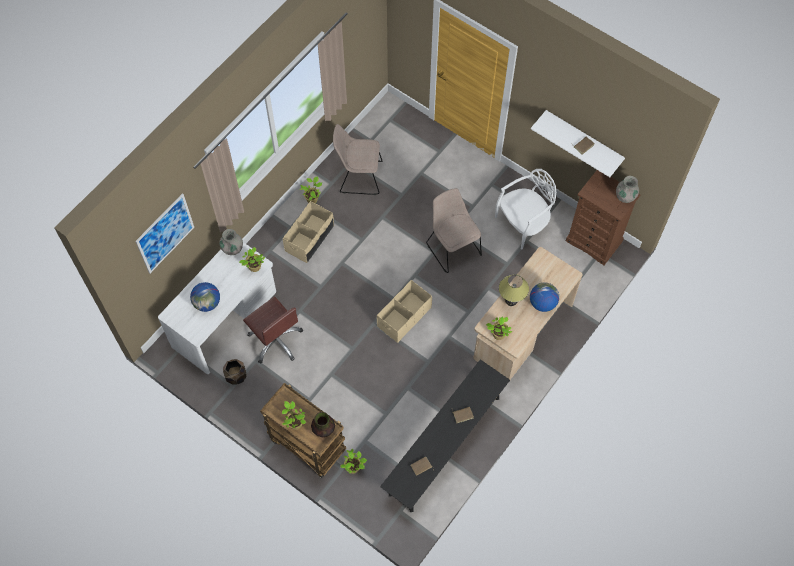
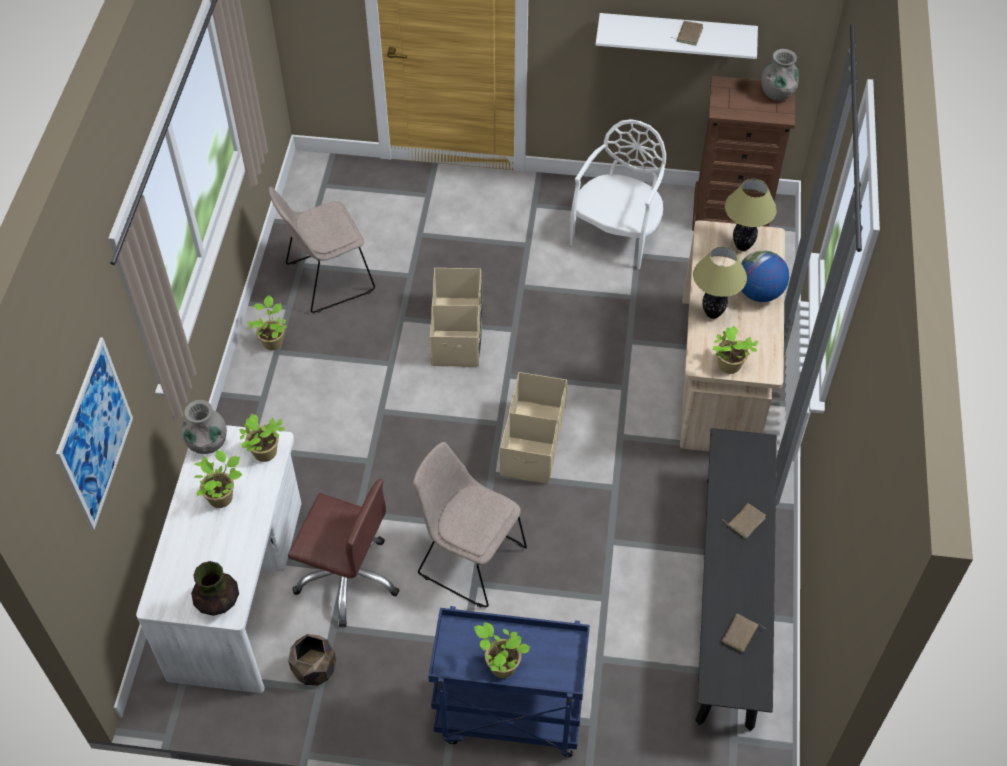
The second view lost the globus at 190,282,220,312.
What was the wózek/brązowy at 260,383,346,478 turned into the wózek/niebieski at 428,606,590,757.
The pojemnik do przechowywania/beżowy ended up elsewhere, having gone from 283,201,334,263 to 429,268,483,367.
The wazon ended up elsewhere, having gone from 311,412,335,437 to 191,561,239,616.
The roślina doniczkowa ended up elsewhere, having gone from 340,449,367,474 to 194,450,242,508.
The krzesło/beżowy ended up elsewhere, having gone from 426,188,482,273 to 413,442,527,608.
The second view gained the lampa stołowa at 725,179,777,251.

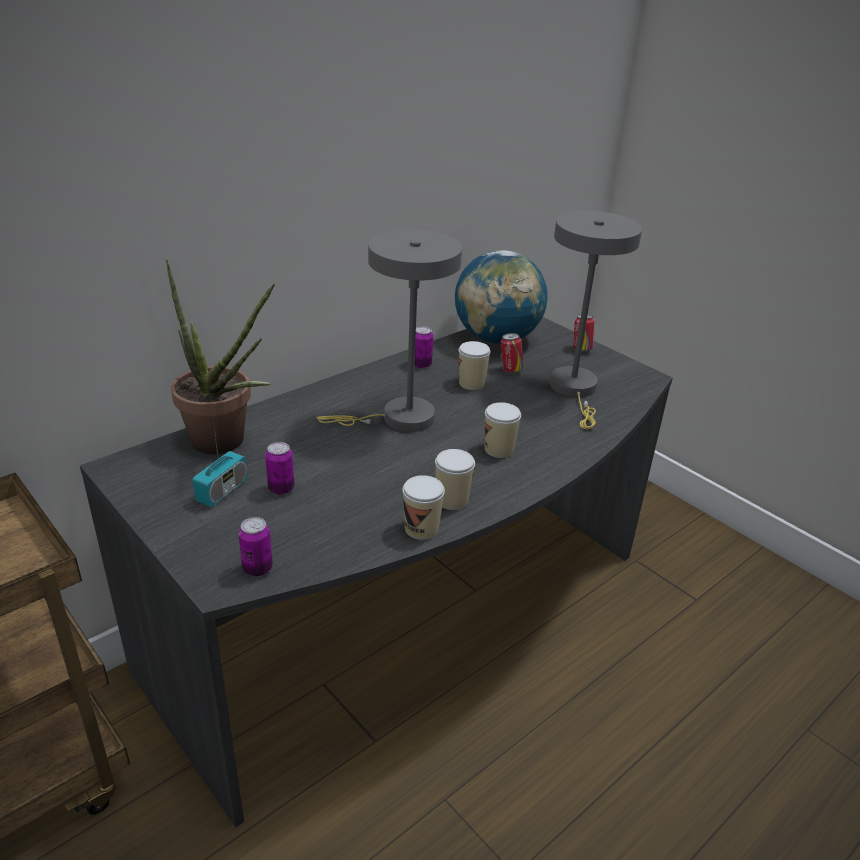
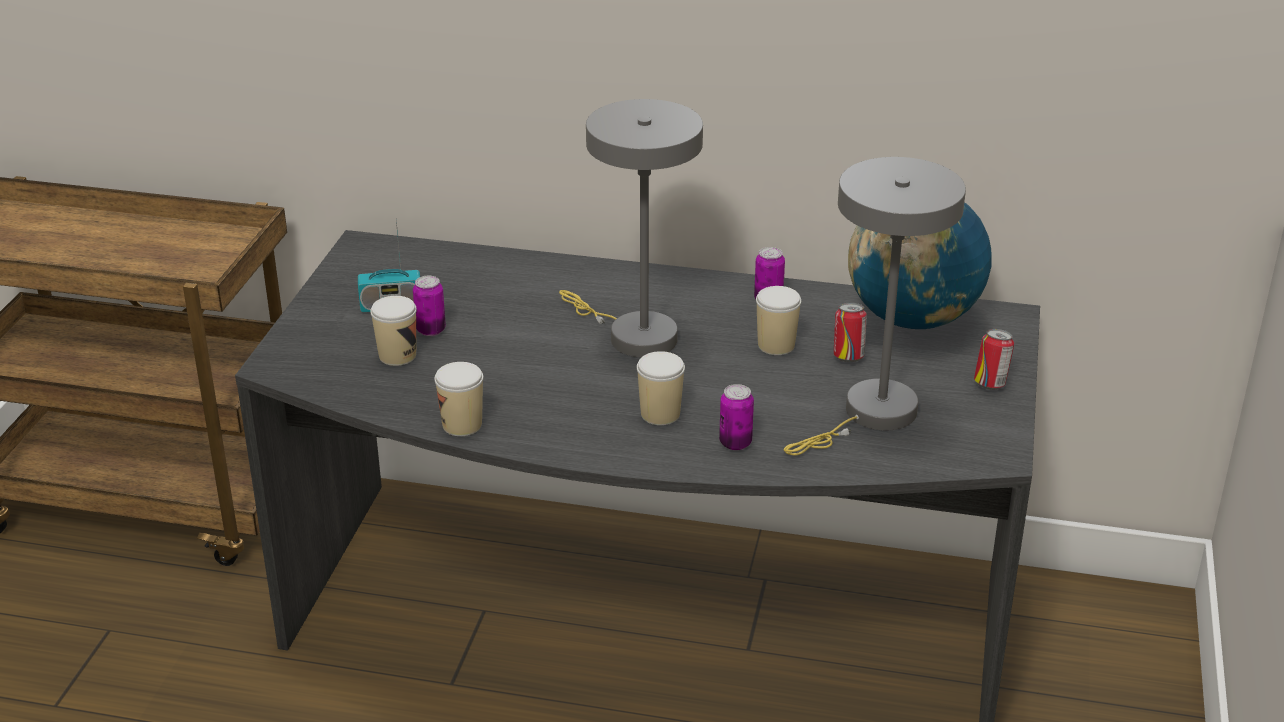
The second view lost the roślina doniczkowa at 166,260,275,454.
The puszka ended up elsewhere, having gone from 238,517,273,576 to 719,384,754,450.
The filiżanka ended up elsewhere, having gone from 435,449,475,510 to 370,296,417,366.

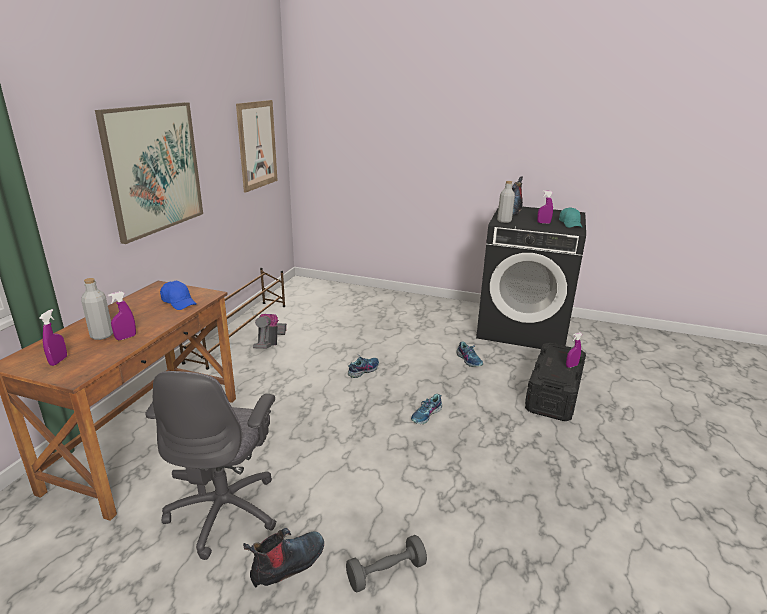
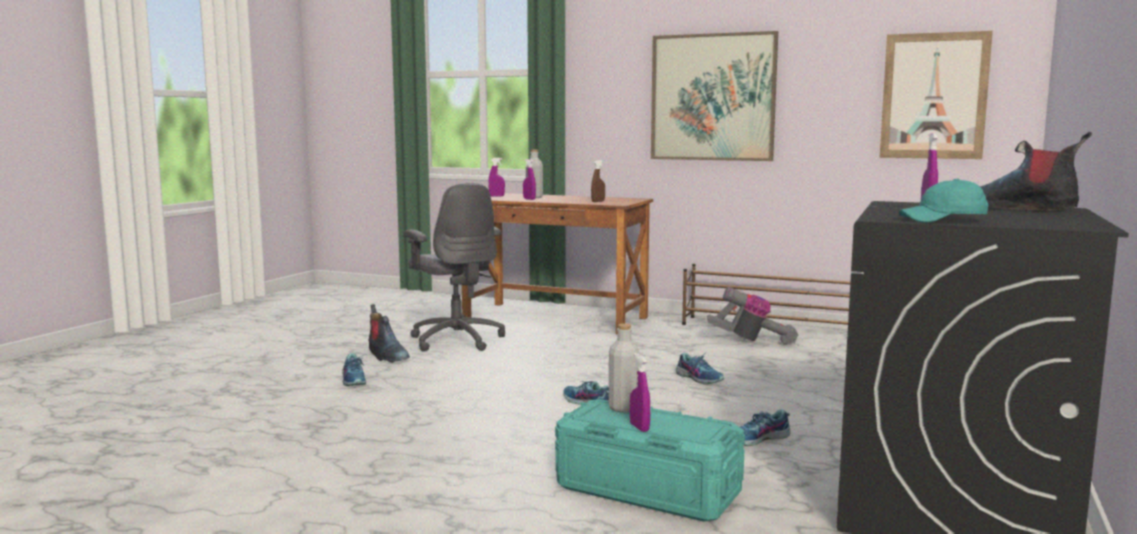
The krzesło biurowe/szary at 145,371,276,560 ended up facing another way, 135 degrees counterclockwise from before.
Where the czapka z daszkiem/niebieski stood at 160,281,197,310, the spryskiwacz/brązowy came to stand at 591,160,605,202.
Where the hantel/szary stood at 346,535,427,593, the but came to stand at 342,353,366,386.
The butelka/szary ended up elsewhere, having gone from 497,181,515,223 to 609,323,640,412.
What was the pojemnik do przechowywania/czarny at 525,343,586,421 turned into the pojemnik do przechowywania/turkusowy at 555,399,745,522.

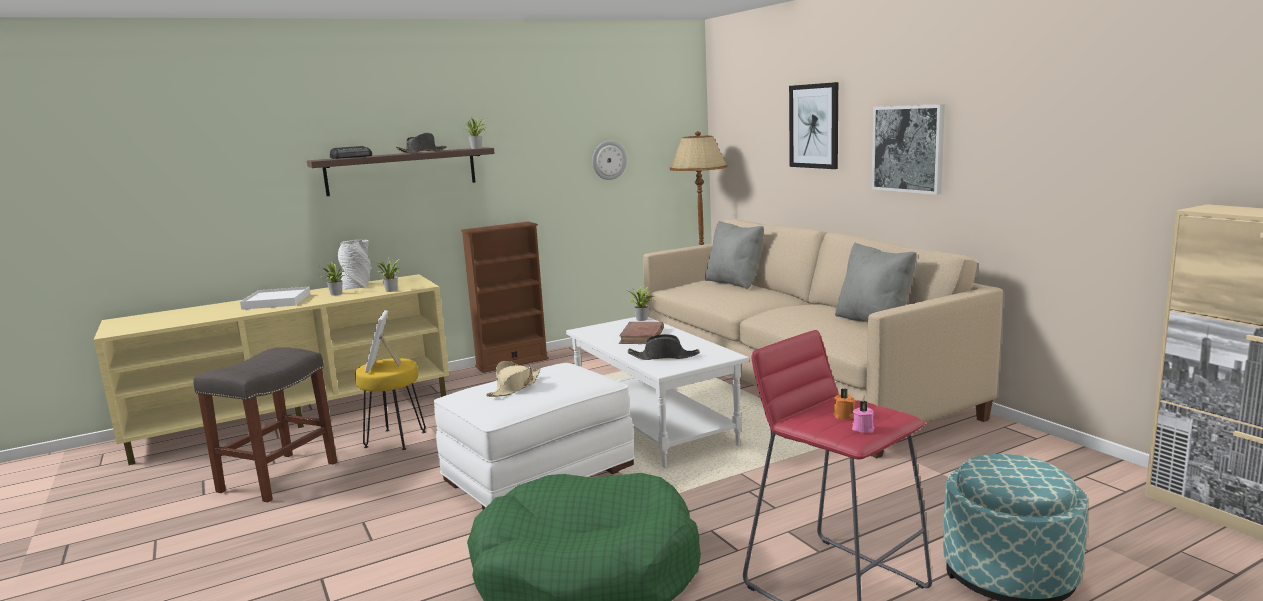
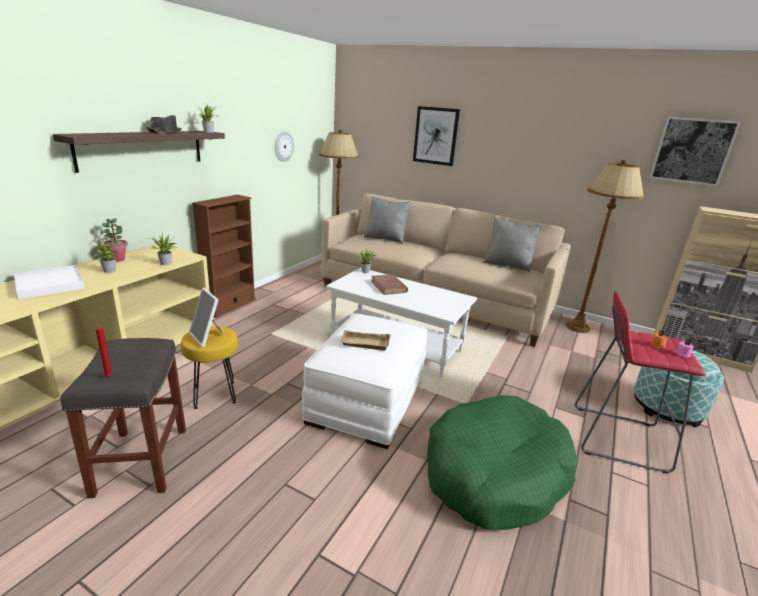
The second view lost the radio at 330,146,372,159.
Where the wazon/szary stood at 338,240,371,289, the roślina doniczkowa came to stand at 102,218,128,262.
Where the kapelusz/beżowy stood at 486,361,541,397, the taca/beżowy came to stand at 340,330,391,351.
The second view lost the kapelusz/czarny at 628,334,700,360.
The obraz ended up elsewhere, having gone from 872,104,945,195 to 649,116,741,186.
The second view gained the świeca/czerwony at 94,322,113,377.
The second view gained the lampa stojąca/brązowy at 566,160,645,333.

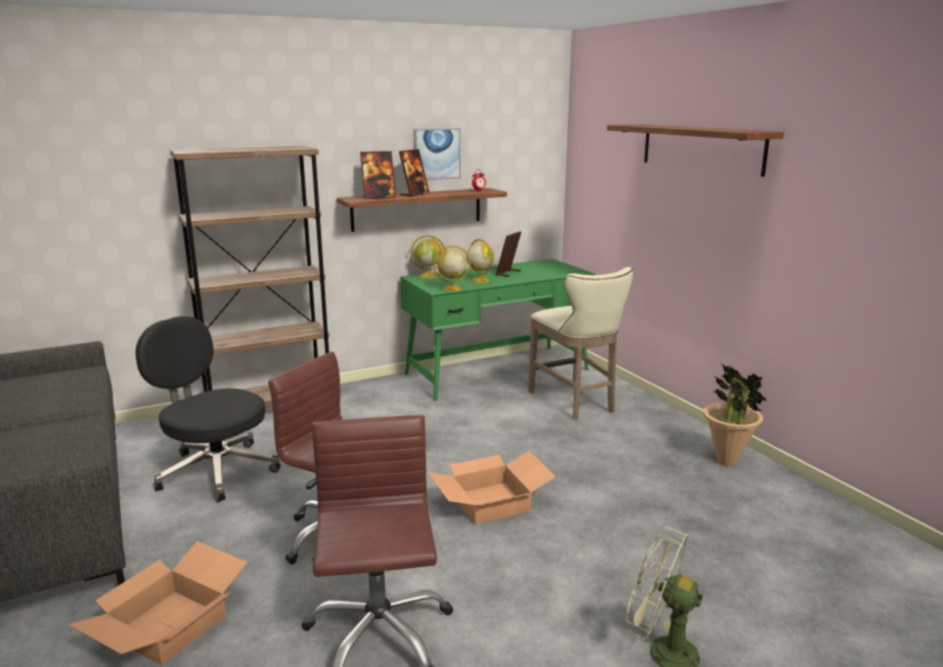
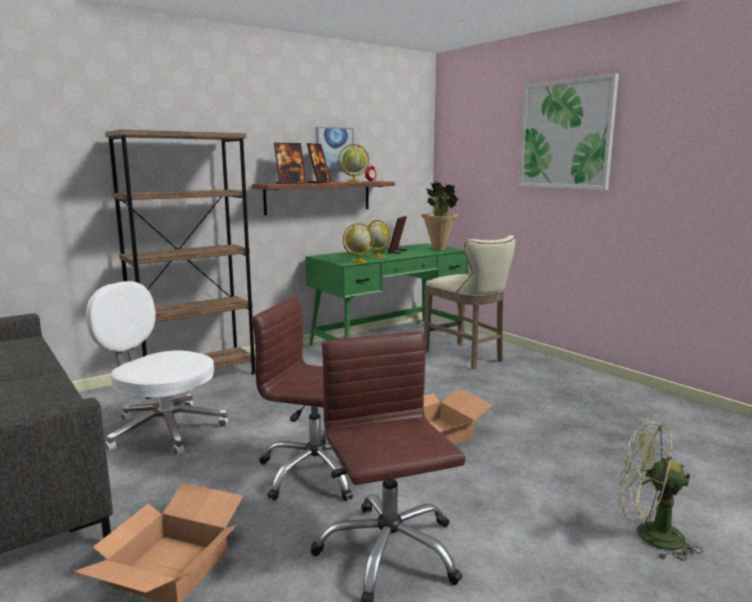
What was the krzesło biurowe/czarny at 135,316,281,502 turned into the krzesło biurowe/biały at 86,281,228,456.
The globus ended up elsewhere, having gone from 411,235,445,278 to 338,144,369,182.
Where the półka hung at 607,124,784,177, the obraz came to hang at 519,73,619,190.
The roślina doniczkowa ended up elsewhere, having gone from 703,364,767,467 to 421,181,458,250.

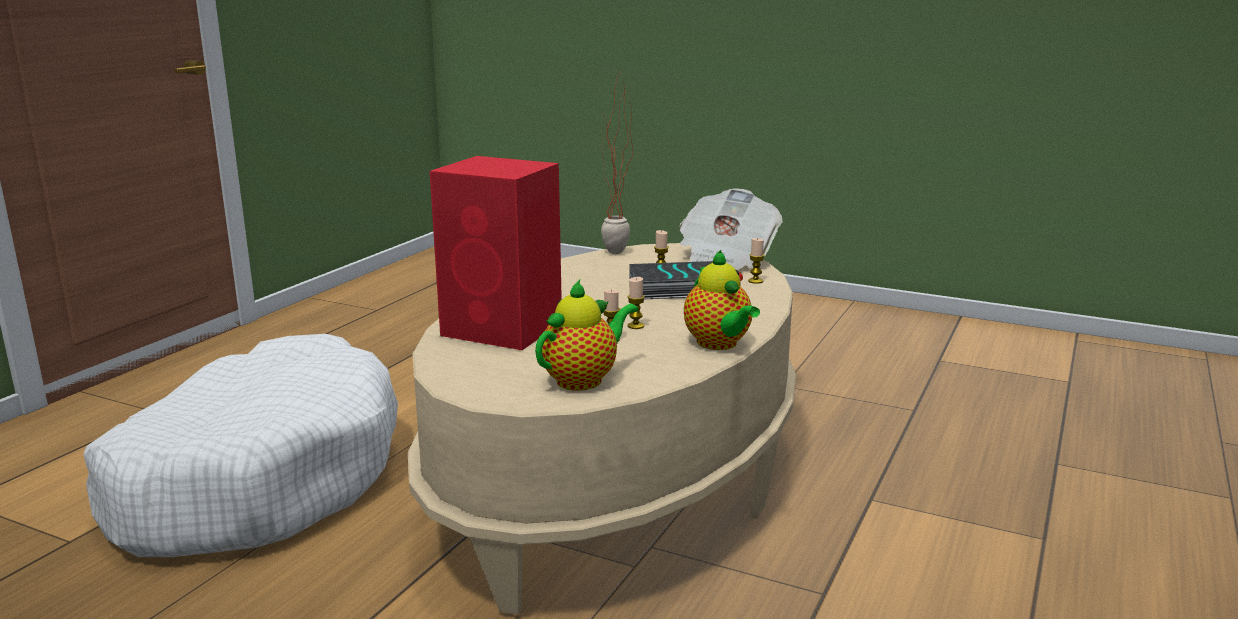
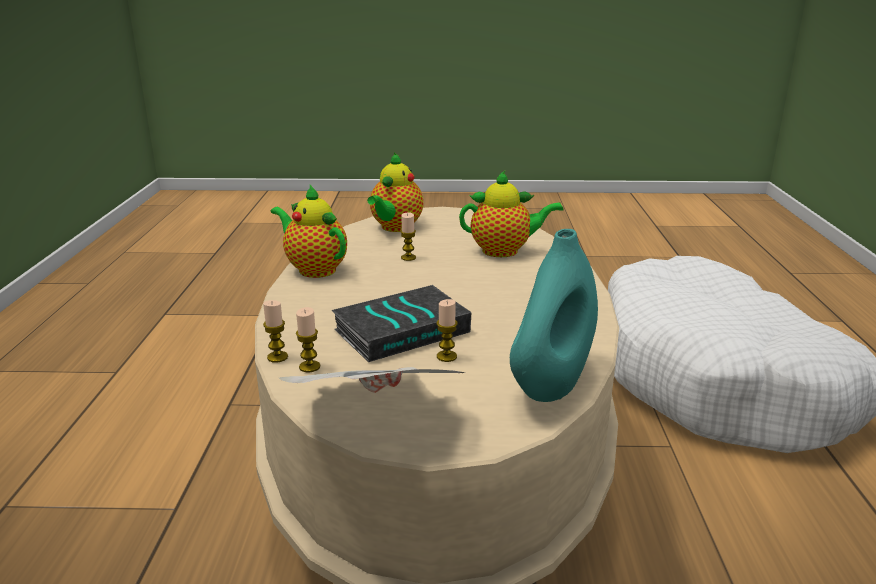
Where the głośnik/czerwony stood at 430,156,562,350, the imbryk came to stand at 459,171,564,257.
Where the roślina doniczkowa stood at 601,73,633,254, the wazon/turkusowy came to stand at 510,229,598,402.
The świeca ended up elsewhere, having gone from 628,277,645,329 to 263,300,288,363.

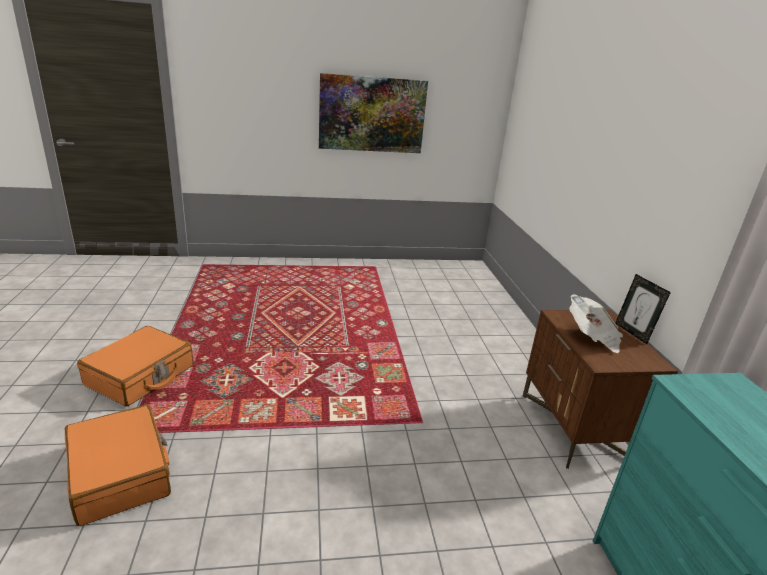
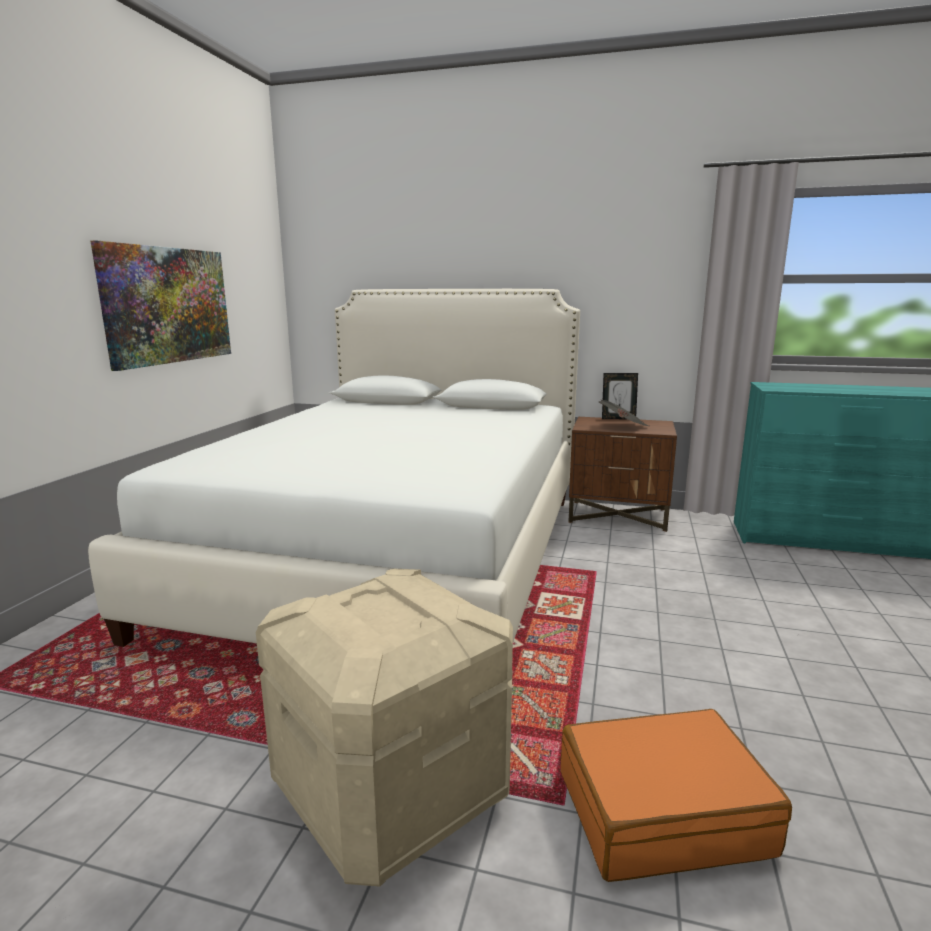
Where the walizka/pomarańczowy stood at 77,326,193,407, the pojemnik do przechowywania/beżowy came to stand at 256,569,513,887.
The second view gained the łóżko/biały at 88,289,580,647.

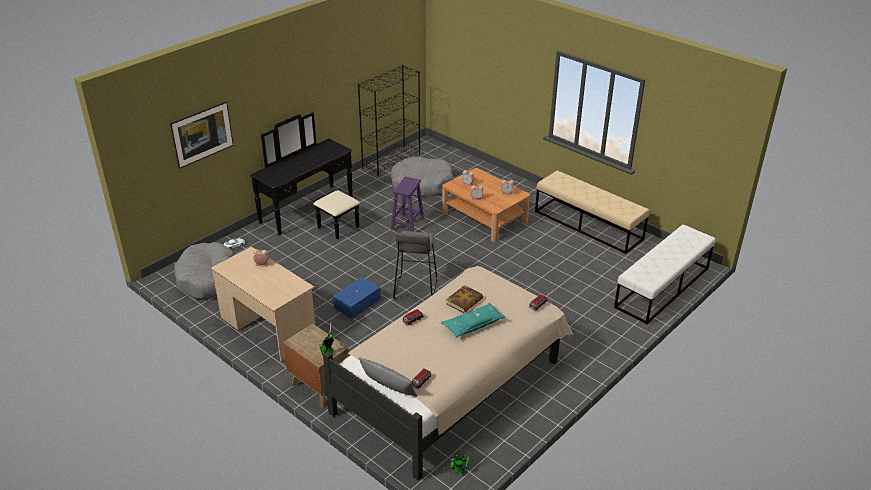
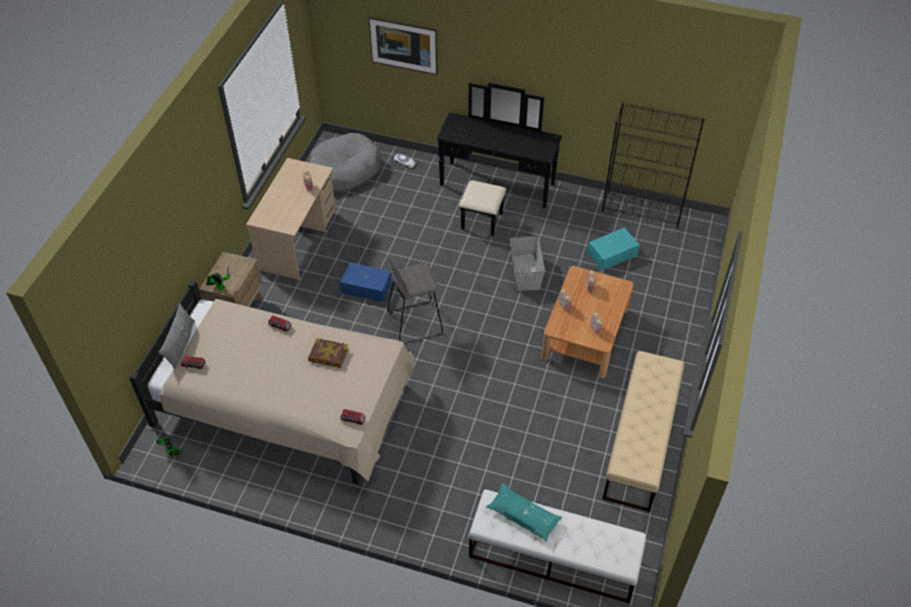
Where the legowisko/szary stood at 390,157,453,197, the pojemnik do przechowywania/turkusowy came to stand at 587,228,640,271.
Where the stołek/fioletowy stood at 391,177,424,232, the pojemnik do przechowywania/szary came to stand at 509,236,545,291.
The poduszka/turkusowy ended up elsewhere, having gone from 441,303,505,338 to 486,483,562,542.

